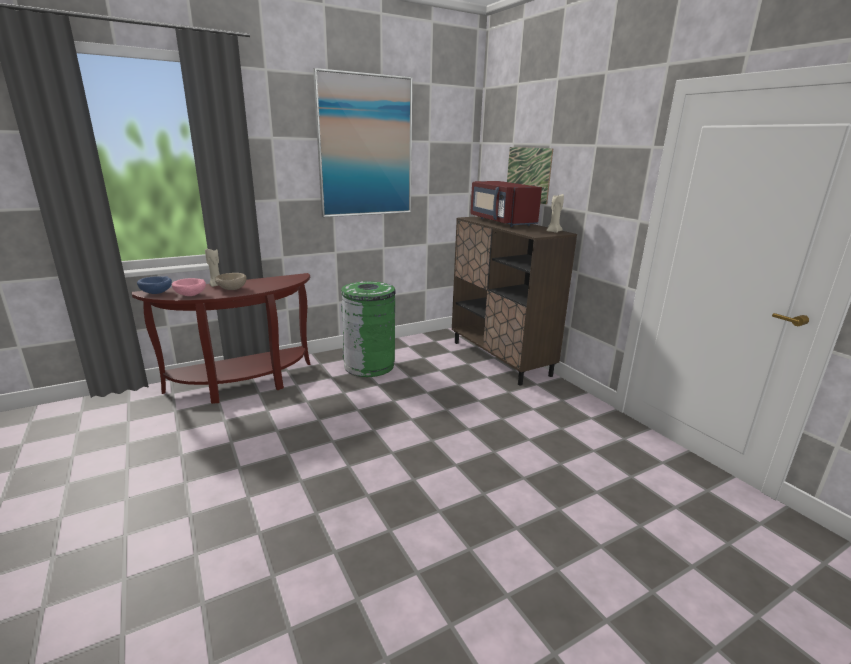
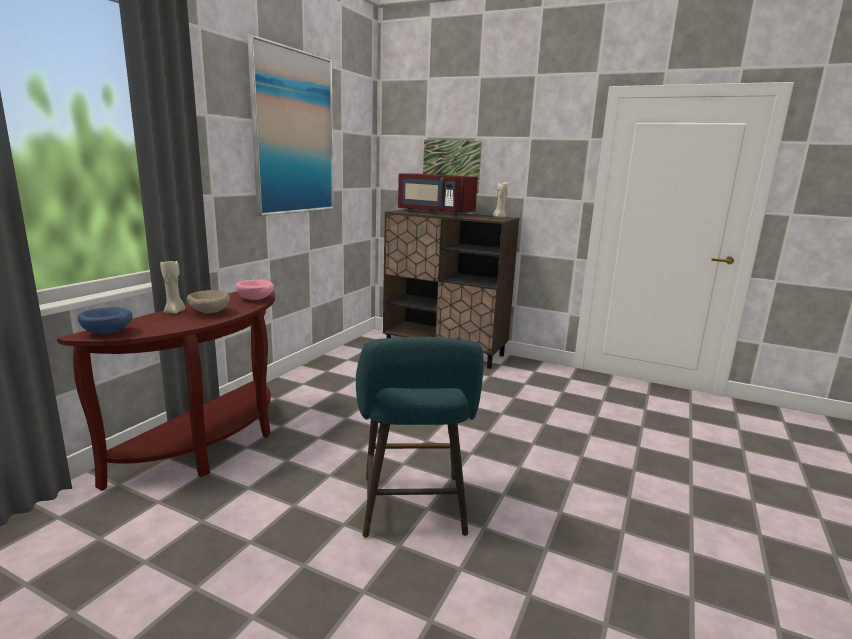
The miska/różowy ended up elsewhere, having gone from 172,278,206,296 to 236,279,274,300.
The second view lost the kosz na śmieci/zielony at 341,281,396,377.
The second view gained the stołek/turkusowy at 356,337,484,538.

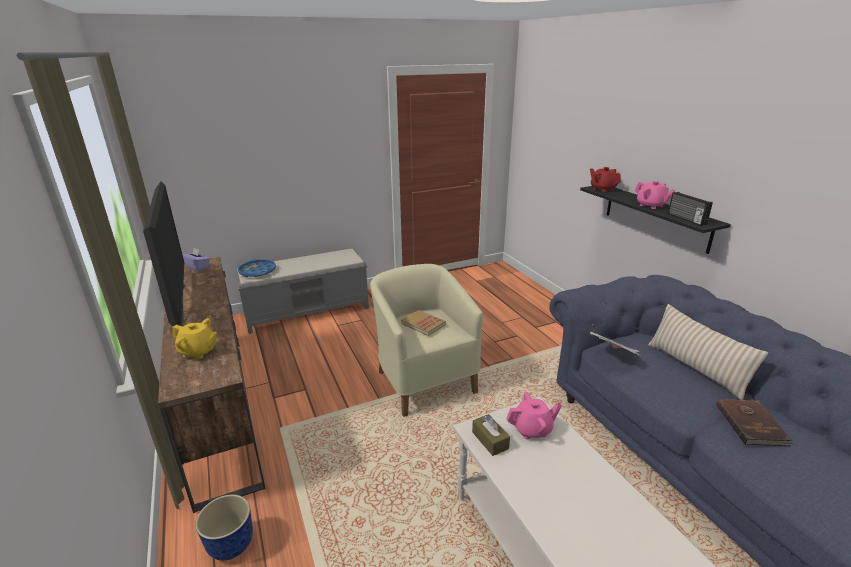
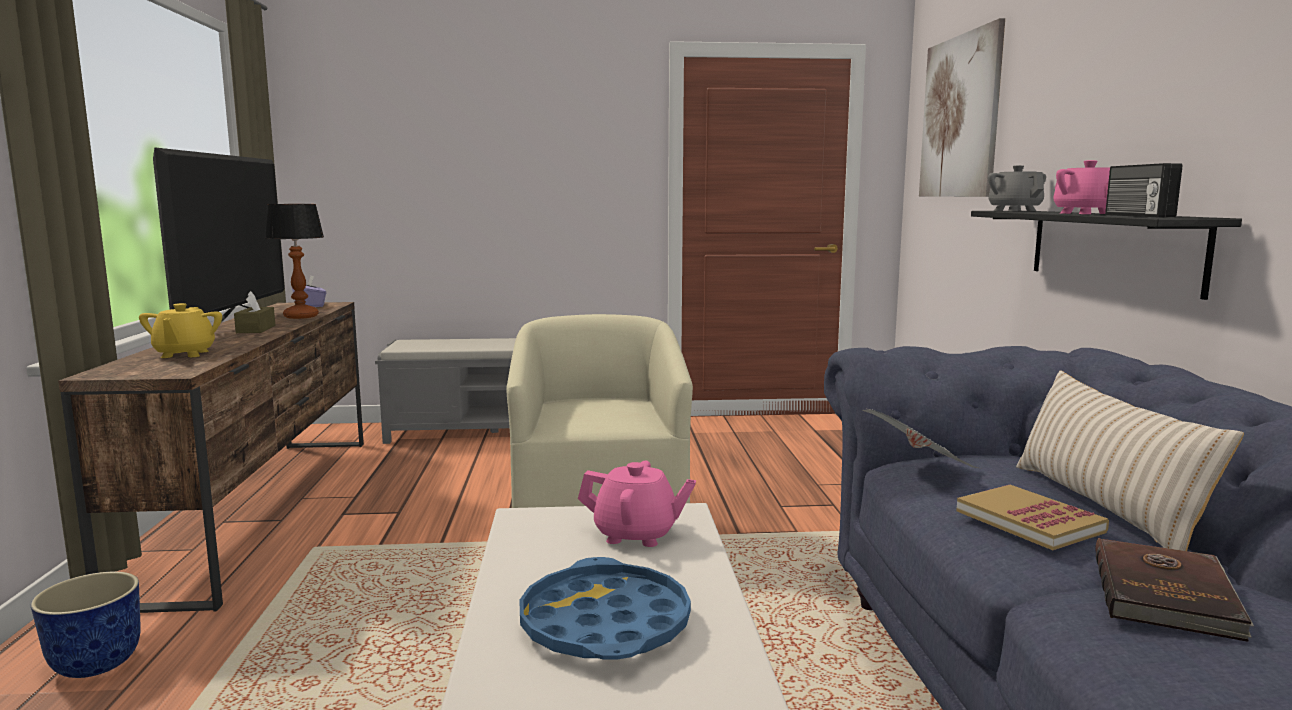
The imbryk/żółty at 172,318,217,359 ended up facing another way, 45 degrees clockwise from before.
The taca/niebieski ended up elsewhere, having gone from 238,259,276,277 to 519,557,691,660.
The książka ended up elsewhere, having gone from 401,310,446,336 to 956,485,1109,550.
The pudełko chusteczek/brązowy ended up elsewhere, having gone from 472,414,510,456 to 234,291,275,333.
What was the imbryk/czerwony at 590,167,621,192 turned into the imbryk/szary at 988,165,1046,211.
The second view gained the lampa stołowa at 265,204,324,319.
The second view gained the obraz at 919,18,1005,197.

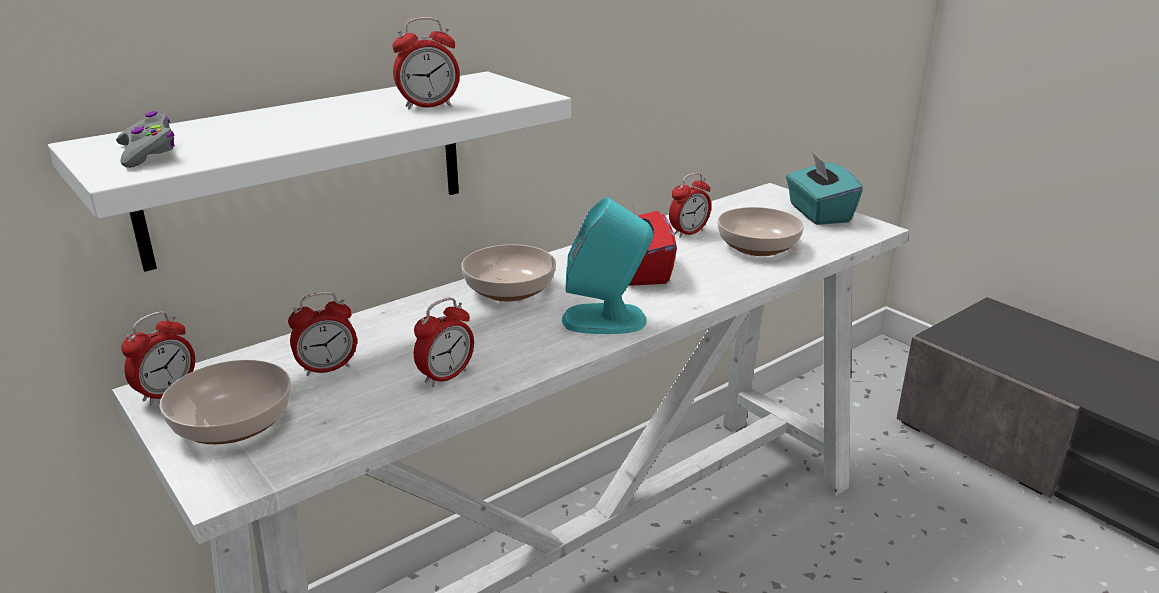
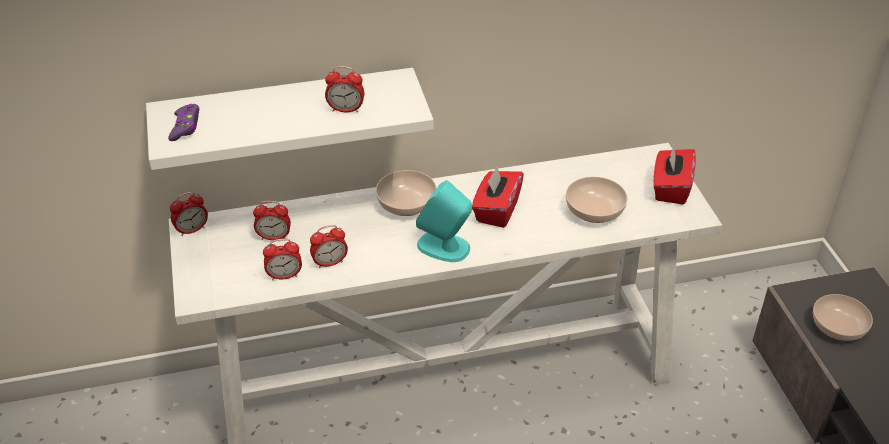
What was the pad do gier/szary at 116,111,175,168 turned into the pad do gier/fioletowy at 168,104,200,141.
The miska ended up elsewhere, having gone from 159,360,291,444 to 813,294,873,341.
The budzik ended up elsewhere, having gone from 669,173,711,238 to 263,239,302,281.
What was the pudełko chusteczek/turkusowy at 786,152,863,225 turned into the pudełko chusteczek/czerwony at 653,145,696,204.

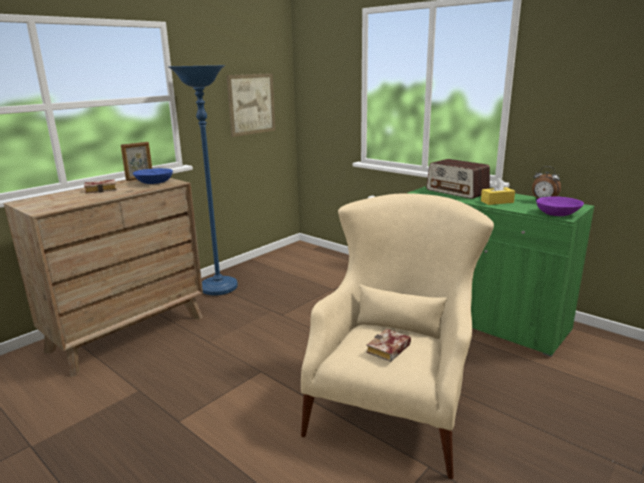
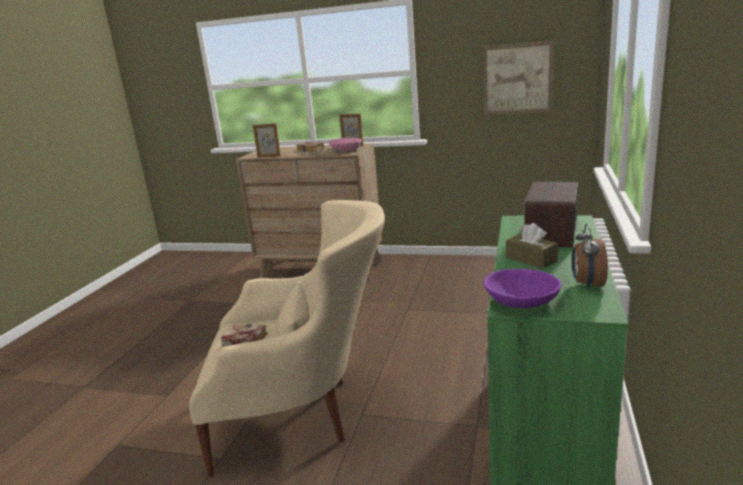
What was the miska/niebieski at 133,168,173,184 turned into the miska/różowy at 328,138,362,152.
The second view lost the lampa stojąca/niebieski at 168,65,238,296.
What was the pudełko chusteczek/żółty at 481,178,515,205 turned into the pudełko chusteczek/brązowy at 506,223,558,269.
The second view gained the ramka na zdjęcie at 253,123,281,157.

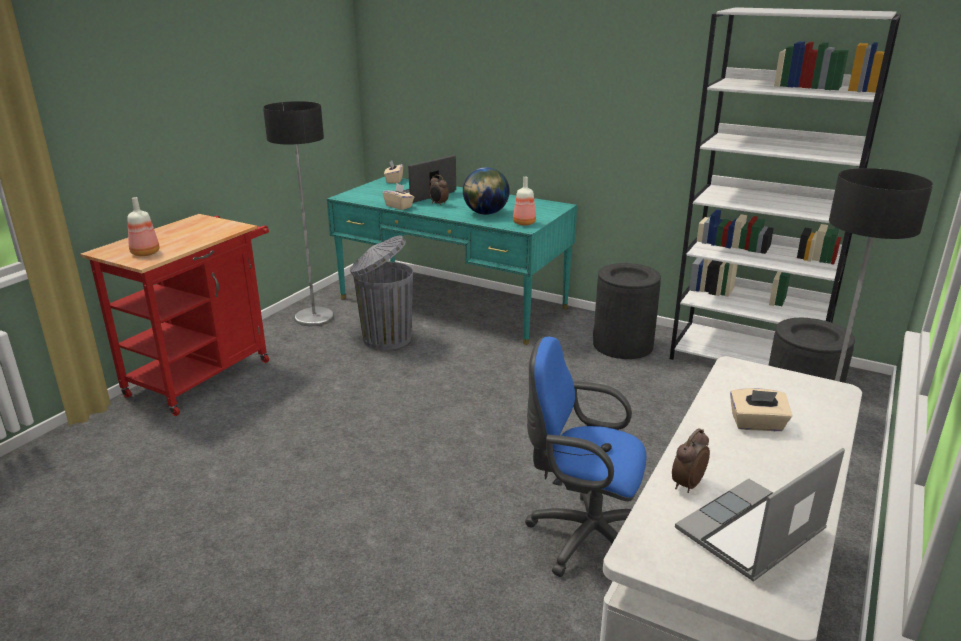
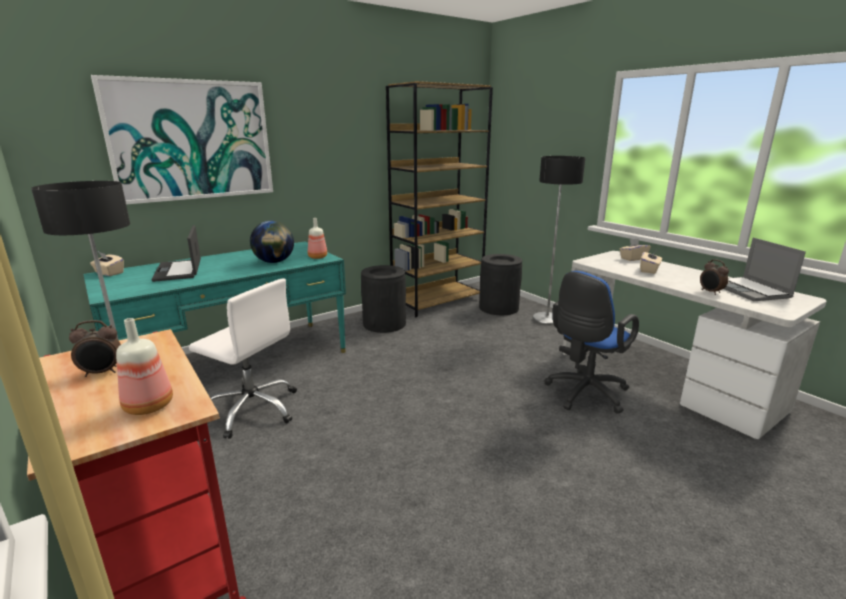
Where the kosz na śmieci/szary stood at 350,235,413,350, the krzesło biurowe/biały came to stand at 189,278,297,439.
The pudełko chusteczek/beżowy ended up elsewhere, having gone from 383,184,414,210 to 620,238,651,261.
The budzik ended up elsewhere, having gone from 429,175,449,206 to 69,320,121,377.
What was the regał/biały at 670,7,901,365 turned into the regał/brązowy at 386,81,493,317.
The second view gained the obraz at 91,75,273,204.

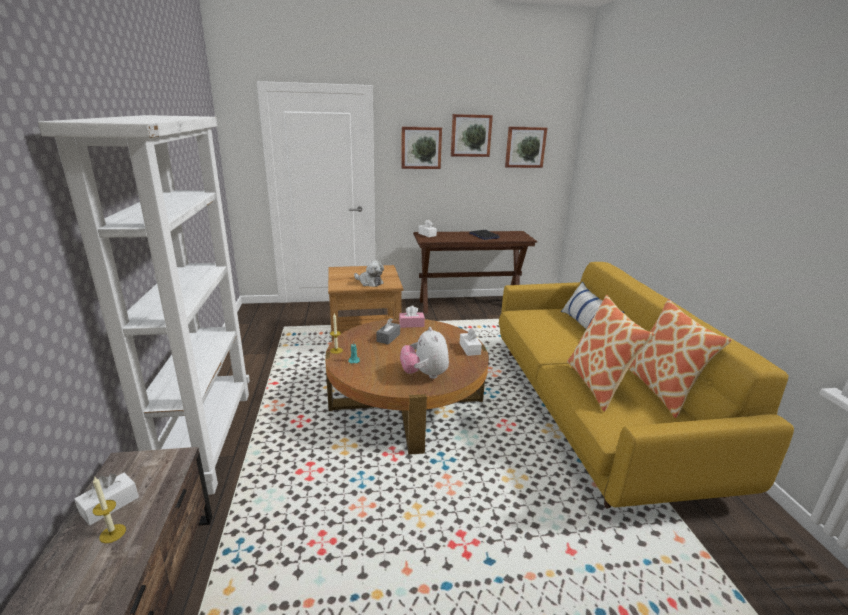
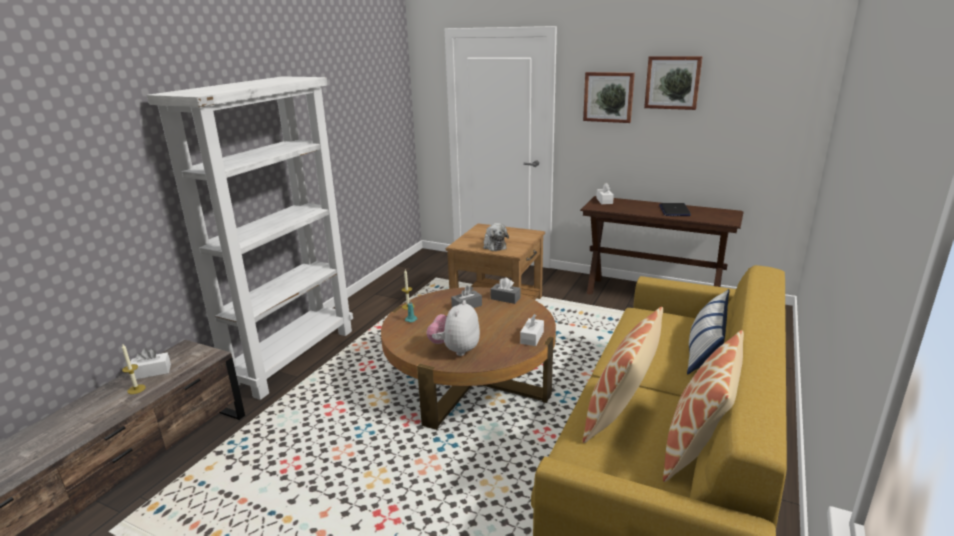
What was the pudełko chusteczek/różowy at 399,305,425,328 turned into the pudełko chusteczek/szary at 490,277,520,304.
The second view lost the obraz at 505,127,547,168.

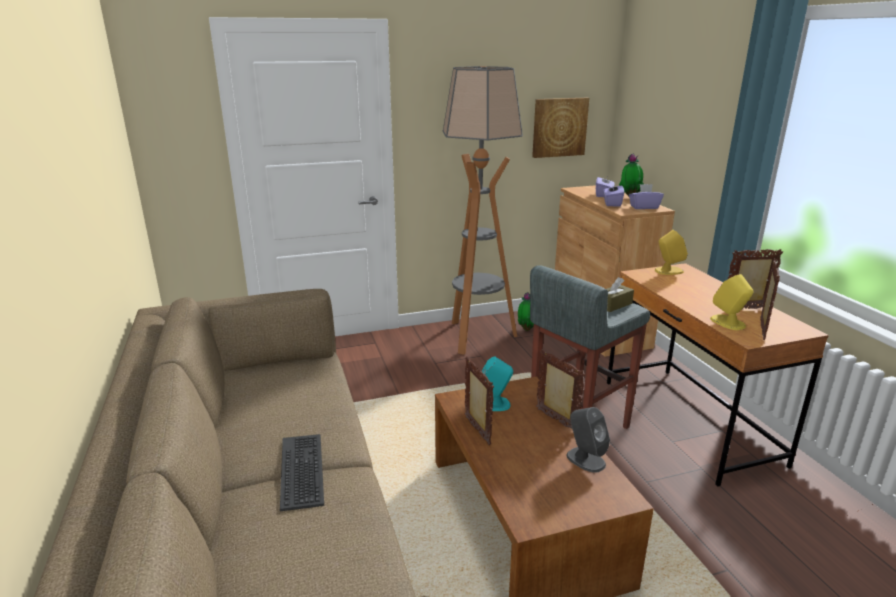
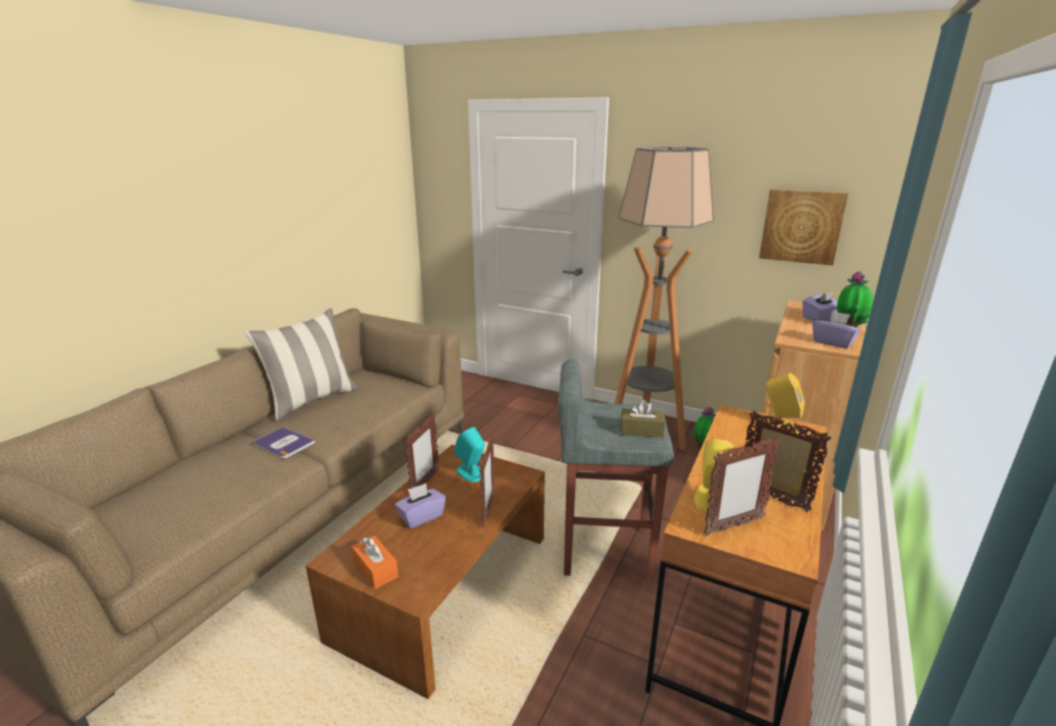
Where the klawiatura stood at 280,434,324,511, the książka came to stand at 254,427,315,459.
The second view lost the głośnik/szary at 566,407,610,473.
The pudełko chusteczek/fioletowy ended up elsewhere, having gone from 603,180,624,207 to 395,483,446,529.
The second view gained the poduszka at 245,308,358,421.
The second view gained the pudełko chusteczek/pomarańczowy at 352,536,398,589.

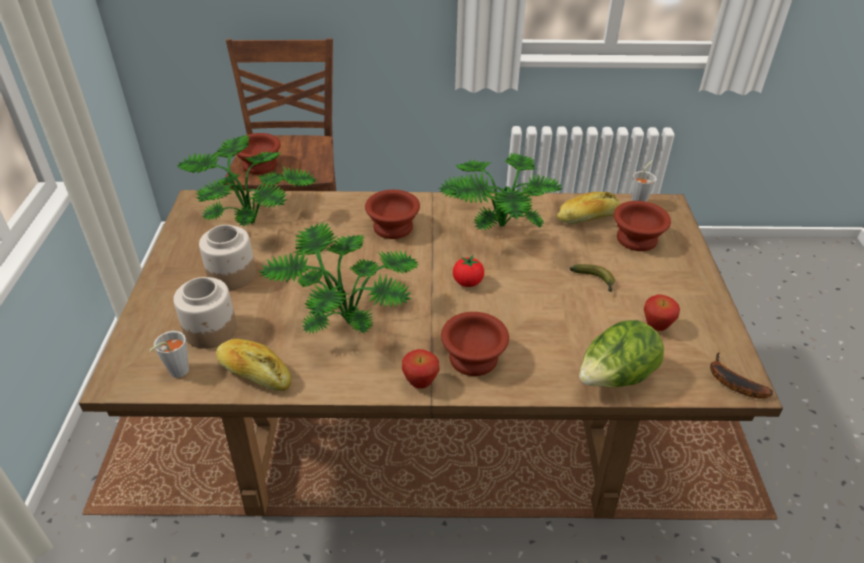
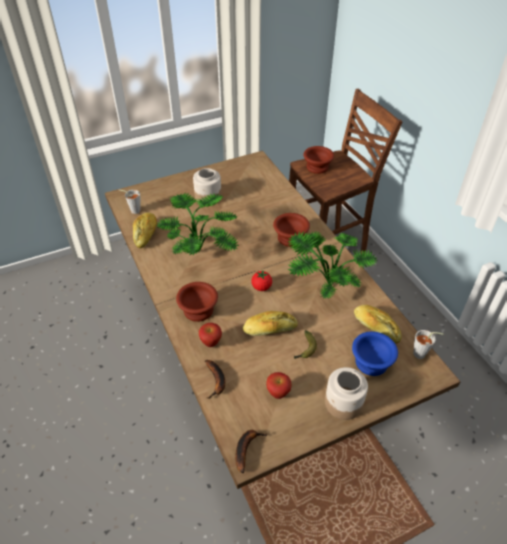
The słoik ended up elsewhere, having gone from 173,277,237,349 to 325,367,368,420.
The second view lost the roślina doniczkowa at 177,135,317,226.
The jabłko ended up elsewhere, having gone from 402,349,440,389 to 199,323,222,347.
Where the sałata stood at 579,320,664,388, the banan came to stand at 205,360,225,399.
What was the miska/brązowy at 614,201,671,251 turned into the miska/niebieski at 352,332,398,376.
The second view gained the chleb at 242,311,298,336.

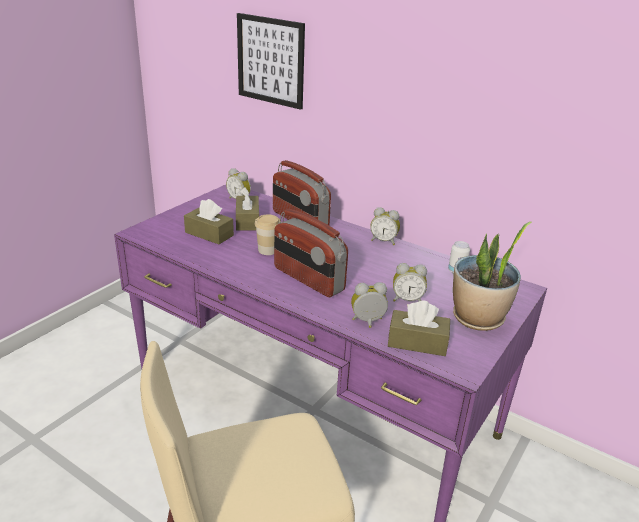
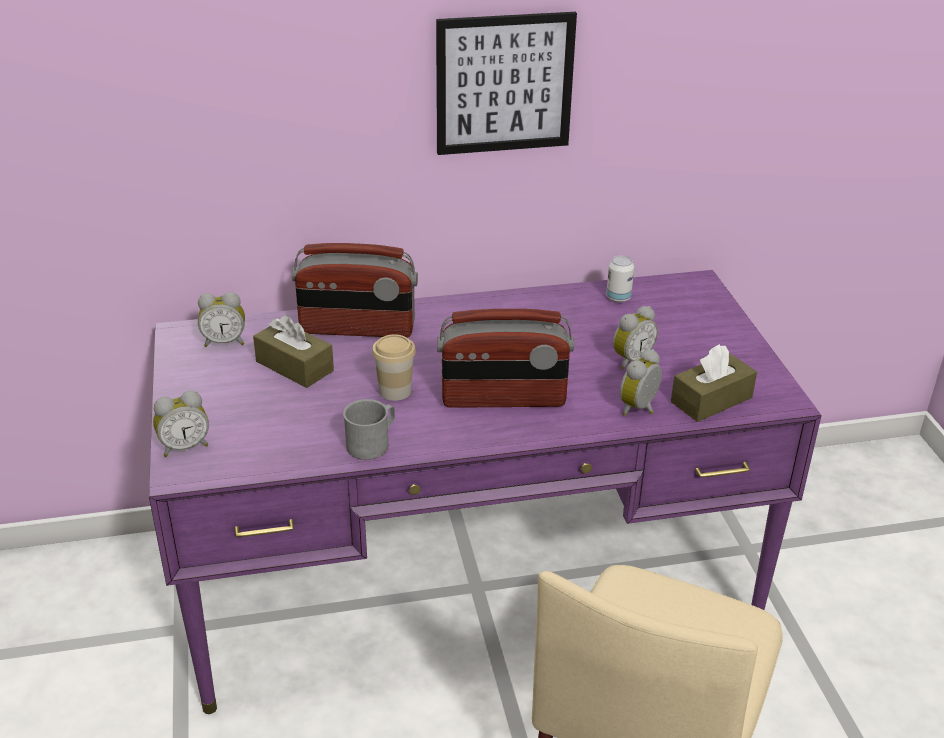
The second view lost the pudełko chusteczek/brązowy at 184,199,234,244.
The obraz ended up elsewhere, having gone from 237,13,305,110 to 436,12,577,155.
The budzik ended up elsewhere, having gone from 370,207,400,245 to 153,390,209,457.
The second view lost the roślina doniczkowa at 453,222,531,331.
The second view gained the kubek/szary at 343,399,395,460.

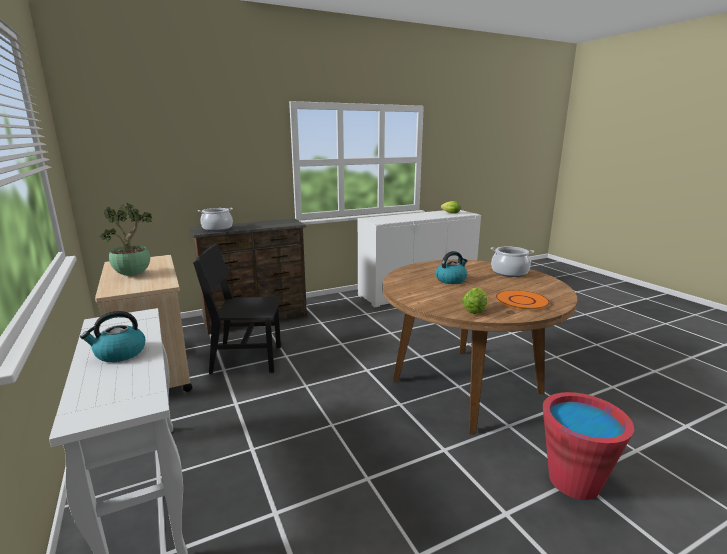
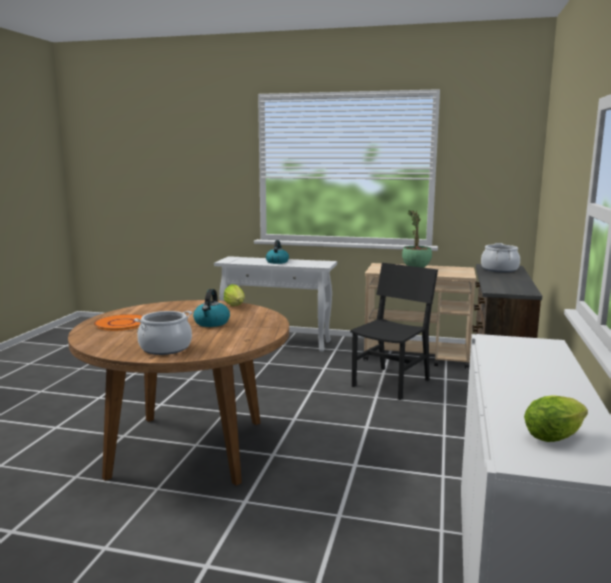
The sałata ended up elsewhere, having gone from 462,288,487,314 to 224,284,245,306.
The second view lost the wiadro/czerwony at 543,392,634,500.

